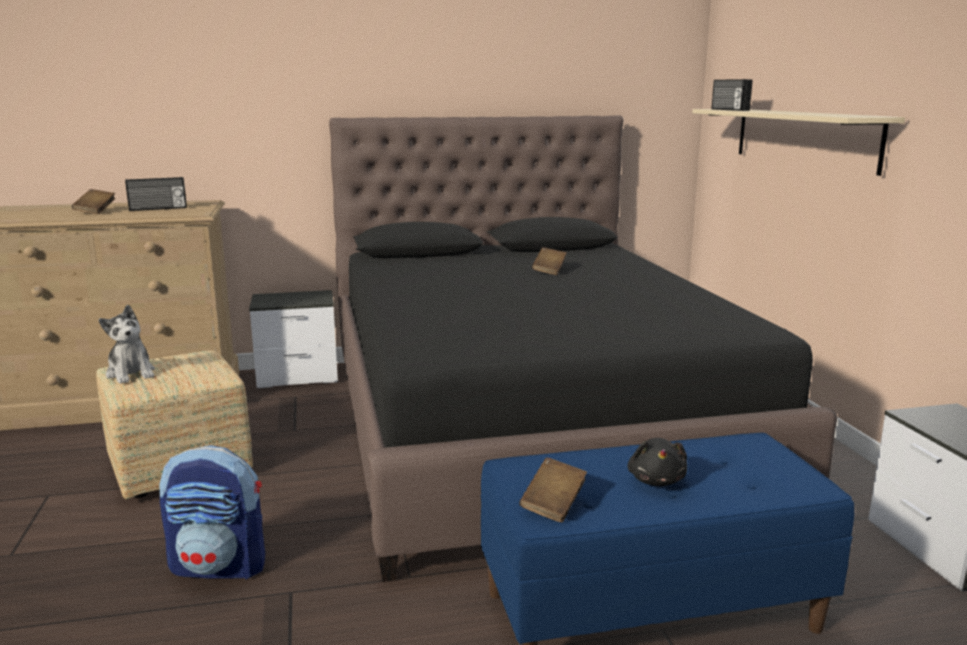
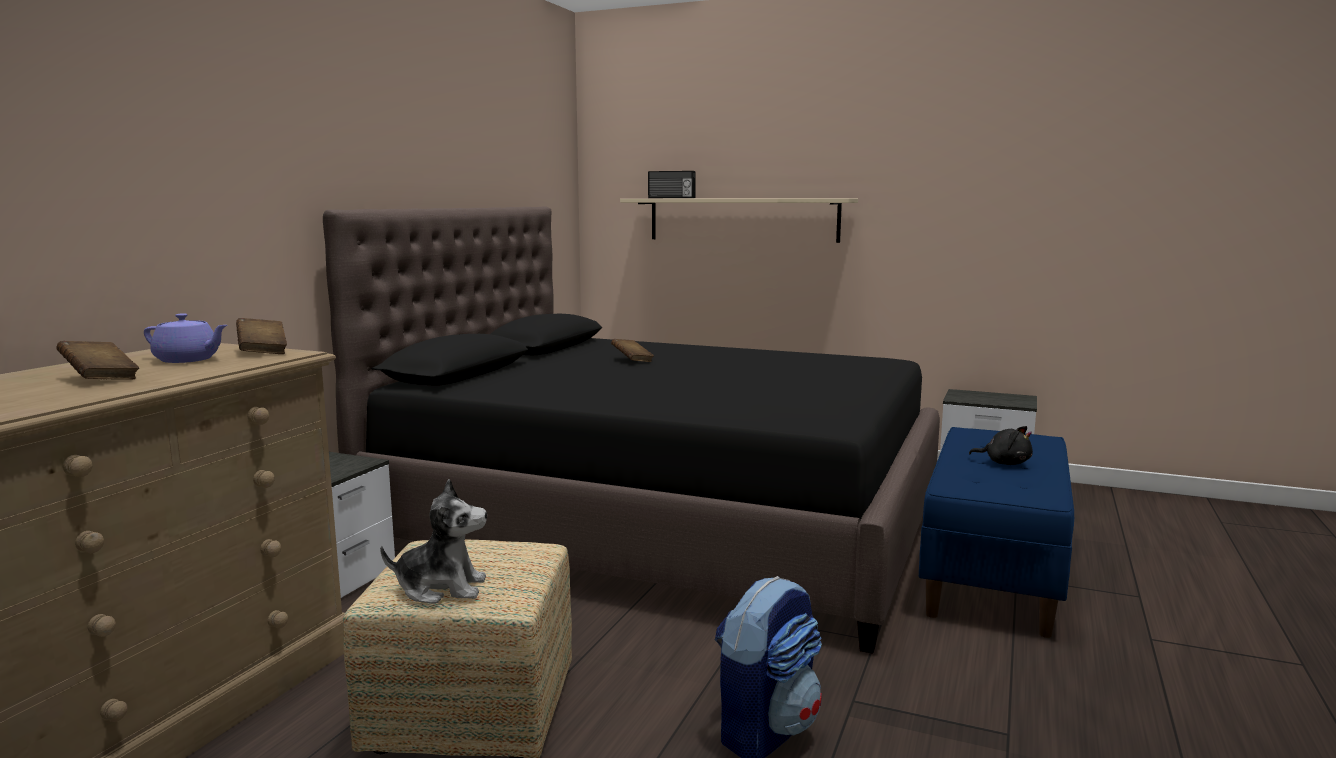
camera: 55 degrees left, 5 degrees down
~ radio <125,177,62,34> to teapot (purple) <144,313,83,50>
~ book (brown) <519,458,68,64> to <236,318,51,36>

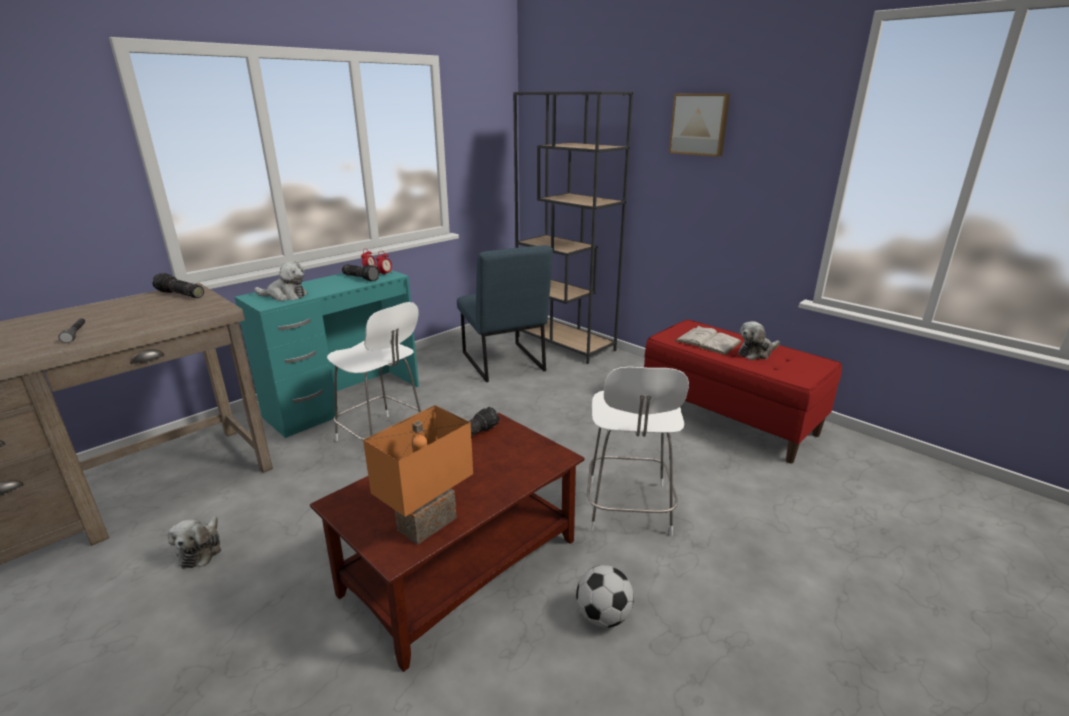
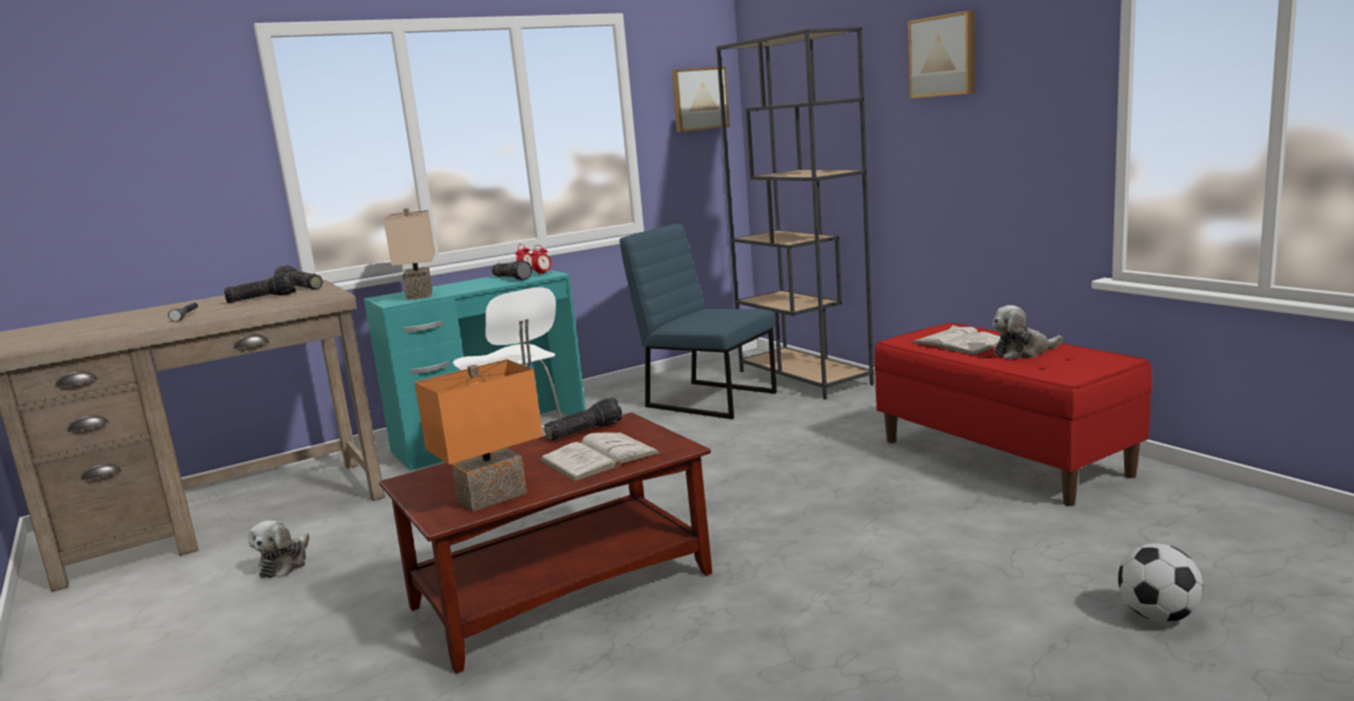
camera: 15 degrees right, 10 degrees down
~ plush toy <255,261,52,40> to table lamp (beige) <384,208,51,92>
~ chair (blue) <457,245,96,137> = <620,224,157,195> 135 degrees clockwise
~ football <576,565,58,63> to <1118,543,85,79>
- chair (white) <587,367,102,169>
+ flashlight <223,272,73,31>
+ book (white) <539,433,122,49>
+ picture <672,66,58,66>

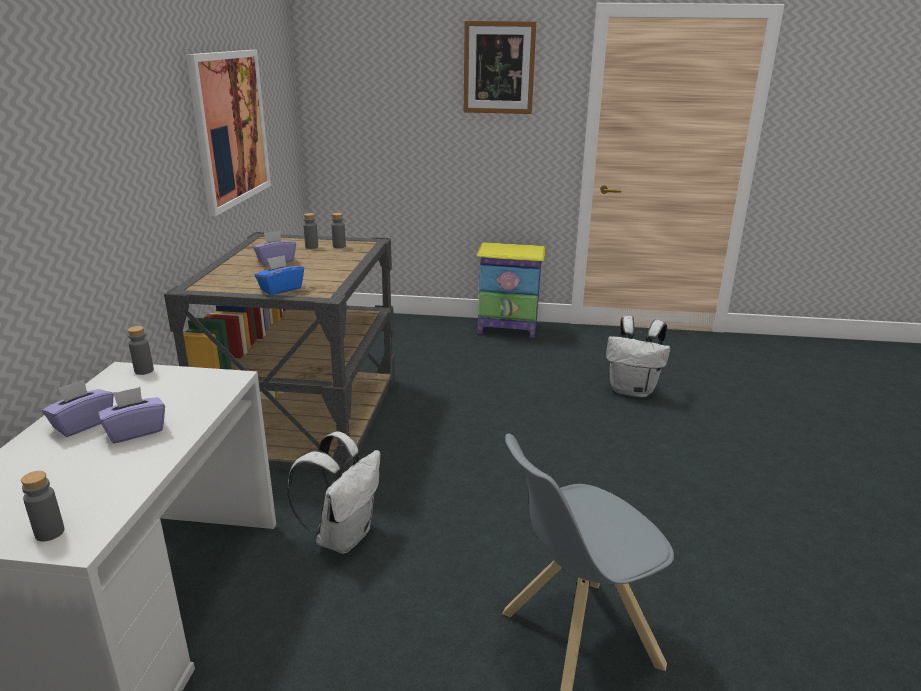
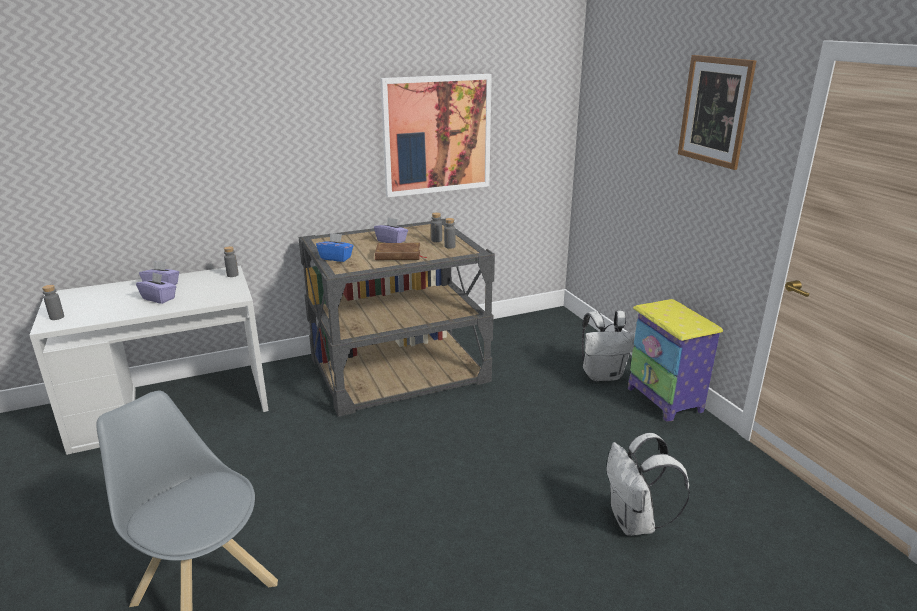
camera: 60 degrees right, 0 degrees up
~ backpack (white) <287,431,93,123> to <582,311,53,70>
+ book (brown) <375,243,52,17>

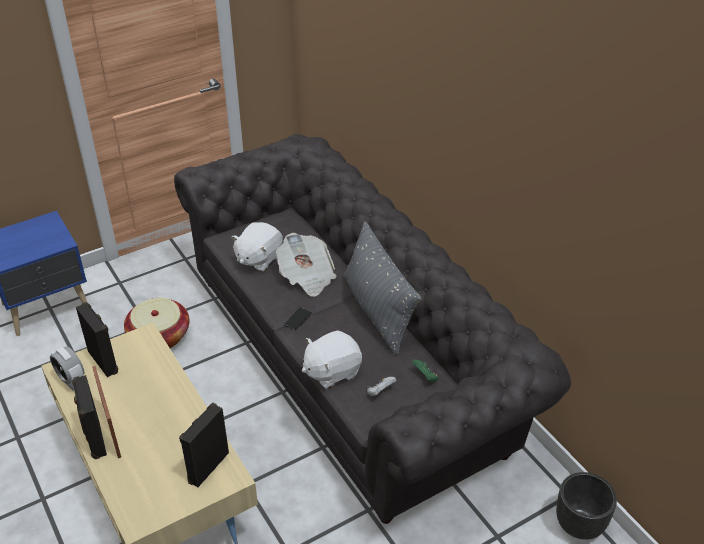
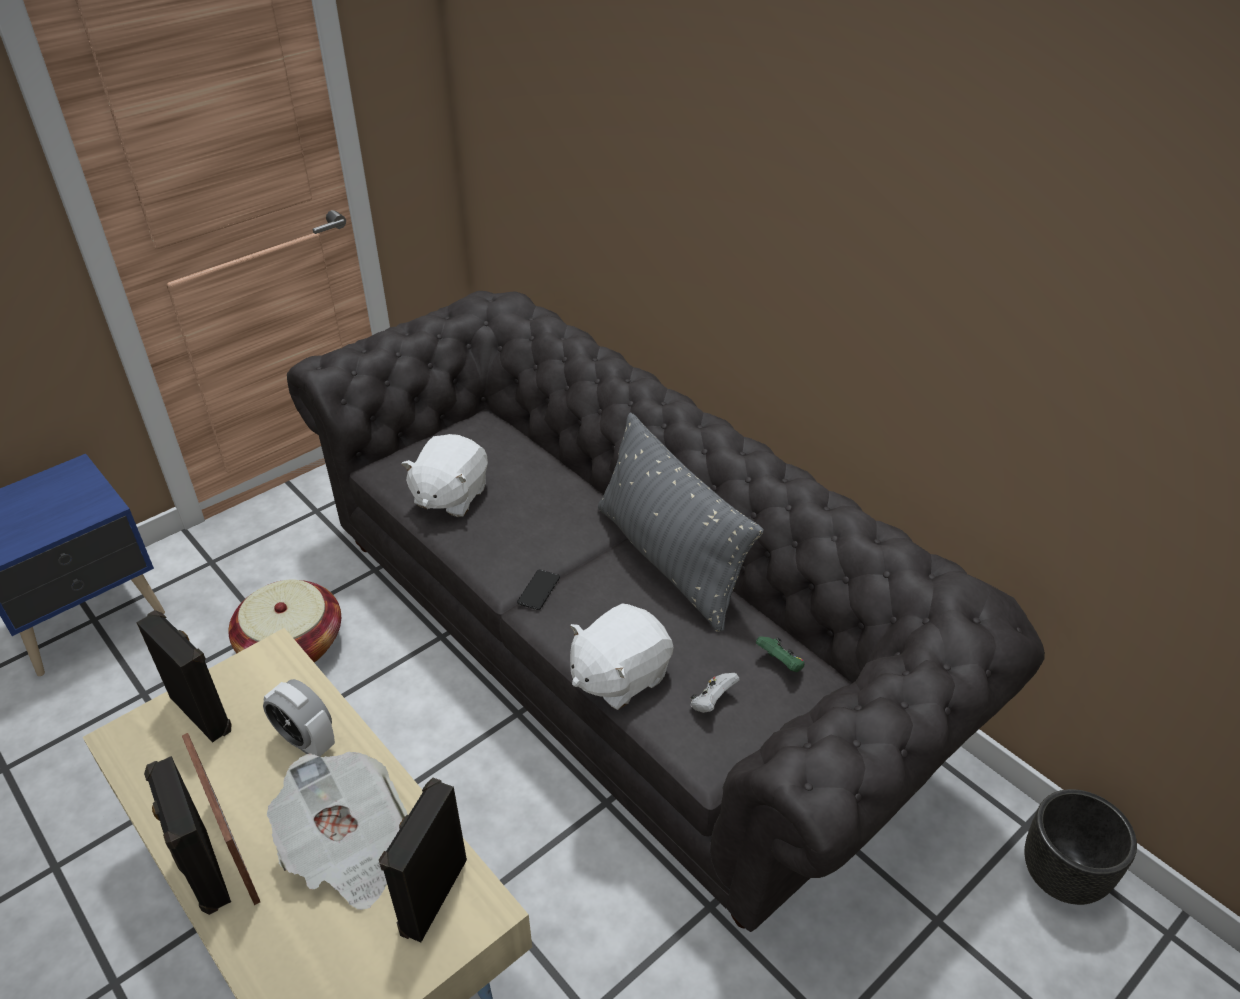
camera: 10 degrees left, 0 degrees up
~ alarm clock <50,346,35,45> to <263,679,72,78>
~ newspaper <276,233,61,64> to <267,752,141,158>

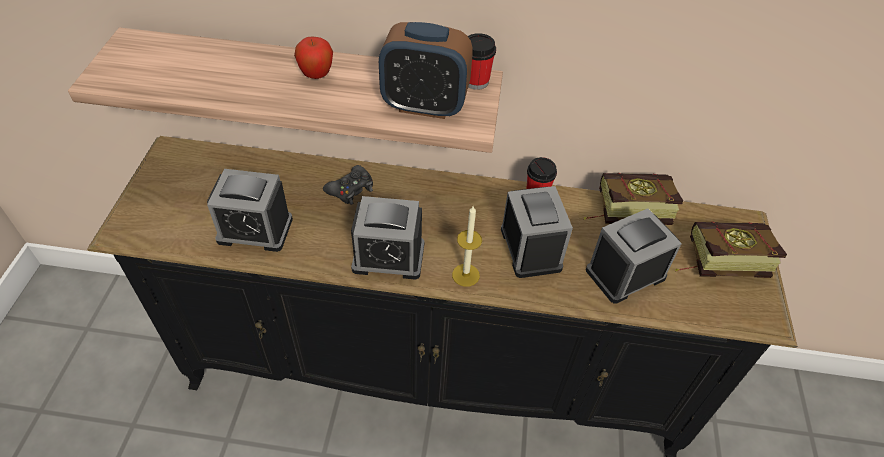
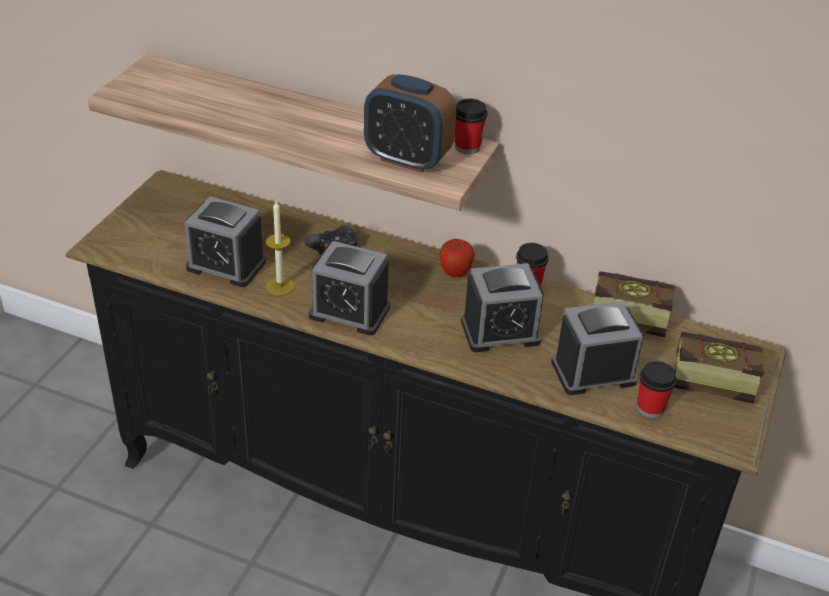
camera: 15 degrees right, 10 degrees down
~ apple <294,36,39,43> to <439,239,36,38>
~ candle <452,206,30,81> to <266,201,28,94>
~ alarm clock <501,186,72,92> = <461,263,83,89> 75 degrees clockwise
+ cup <637,361,40,57>

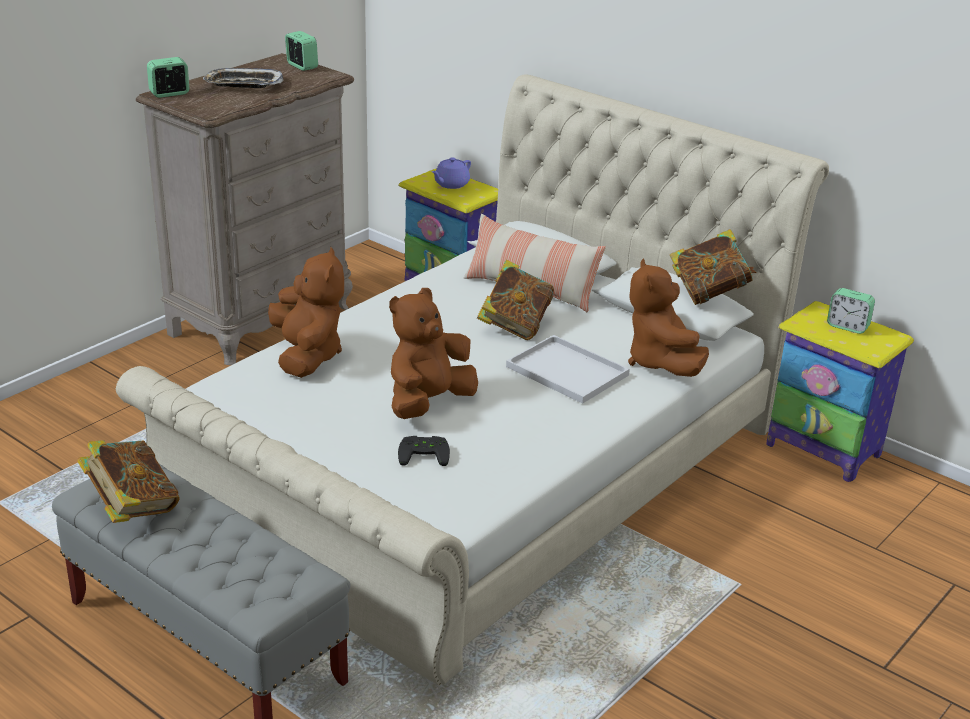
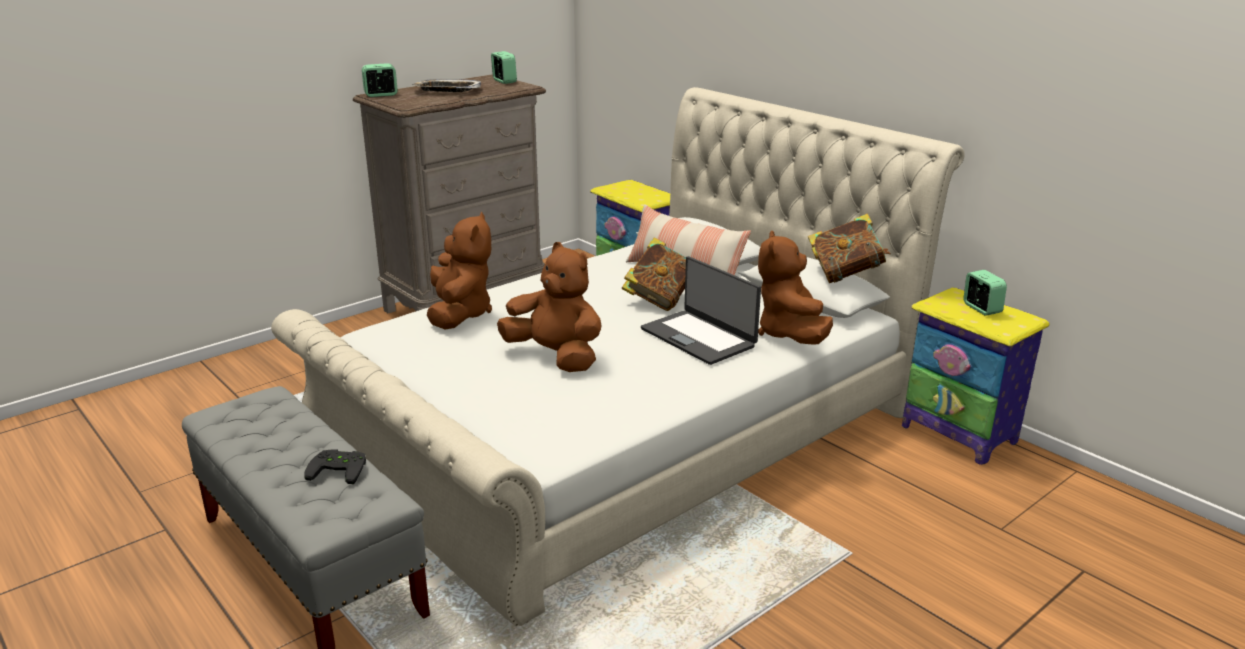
camera: 10 degrees right, 5 degrees down
- book <77,440,103,83>
~ plush toy (brown) <389,288,89,131> = <497,242,105,130> 75 degrees clockwise
~ game controller (black) <398,436,52,30> to <304,450,62,34>
- teapot (purple) <432,157,39,32>
~ tray (white) <506,335,124,69> to laptop <641,256,120,109>
~ alarm clock <827,288,48,46> = <963,270,44,46> 150 degrees counterclockwise

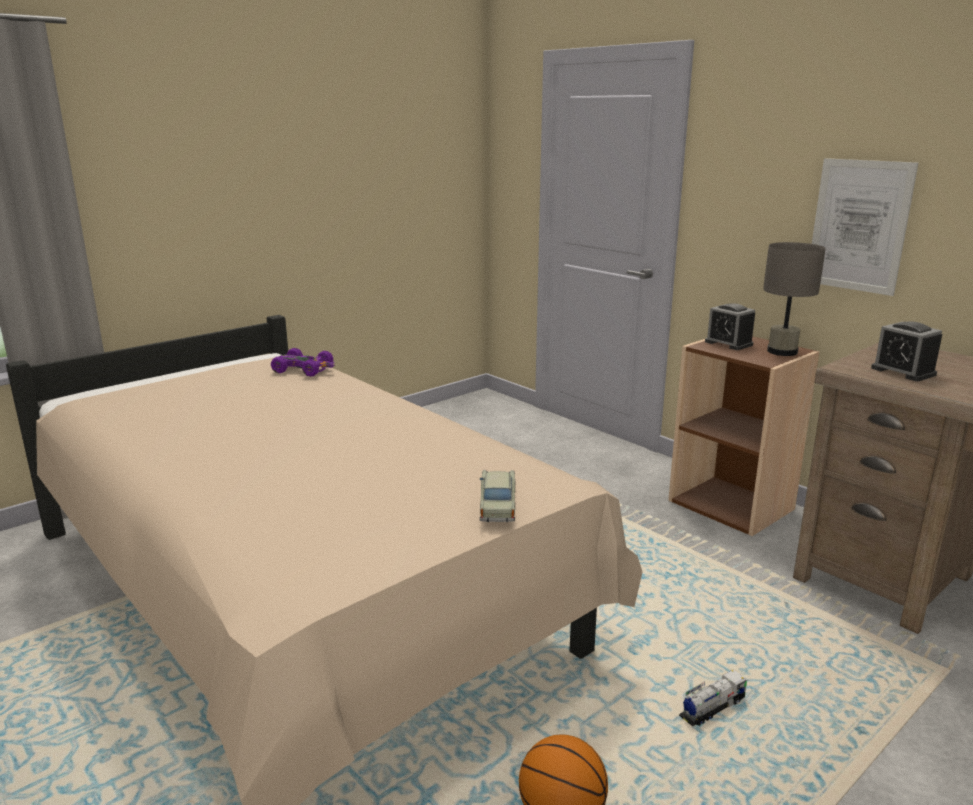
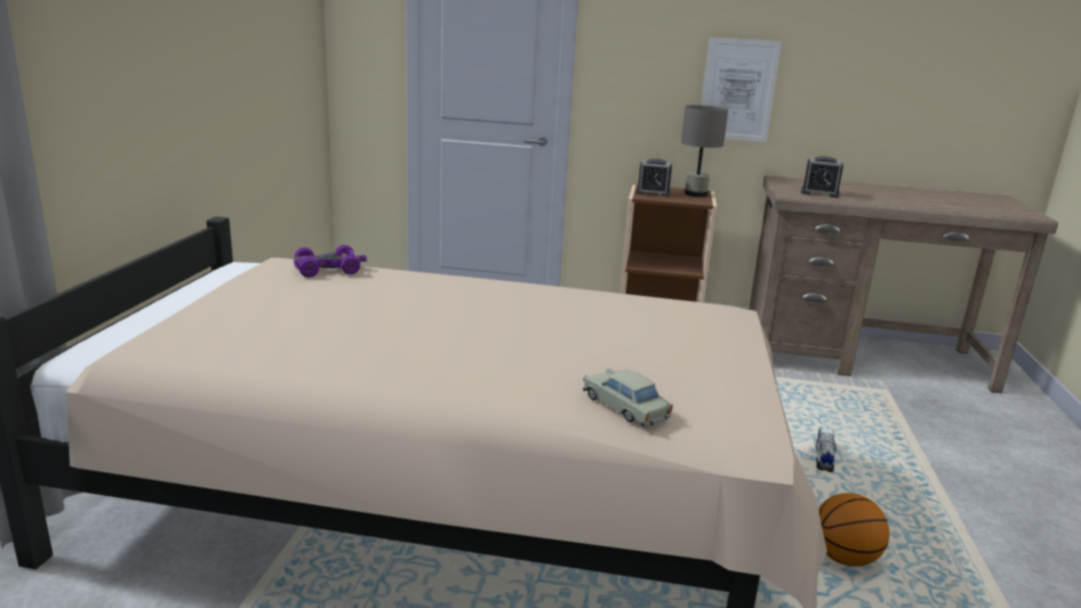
camera: 40 degrees left, 0 degrees up
~ toy car (beige) <480,470,36,52> to <583,368,90,59>

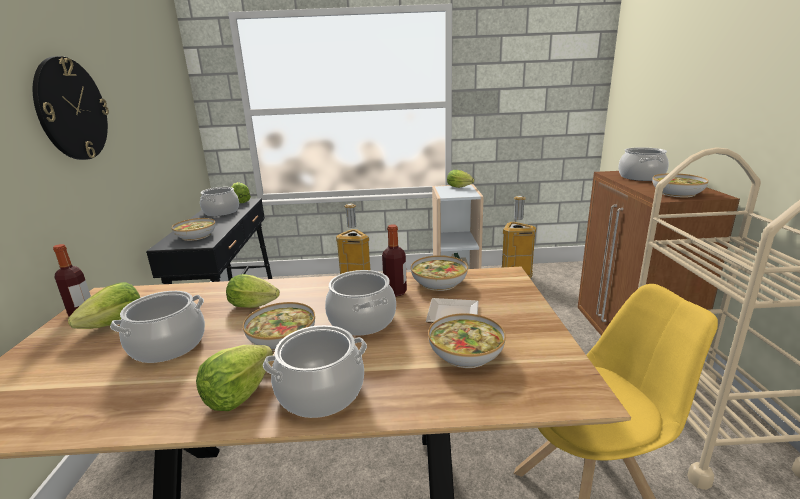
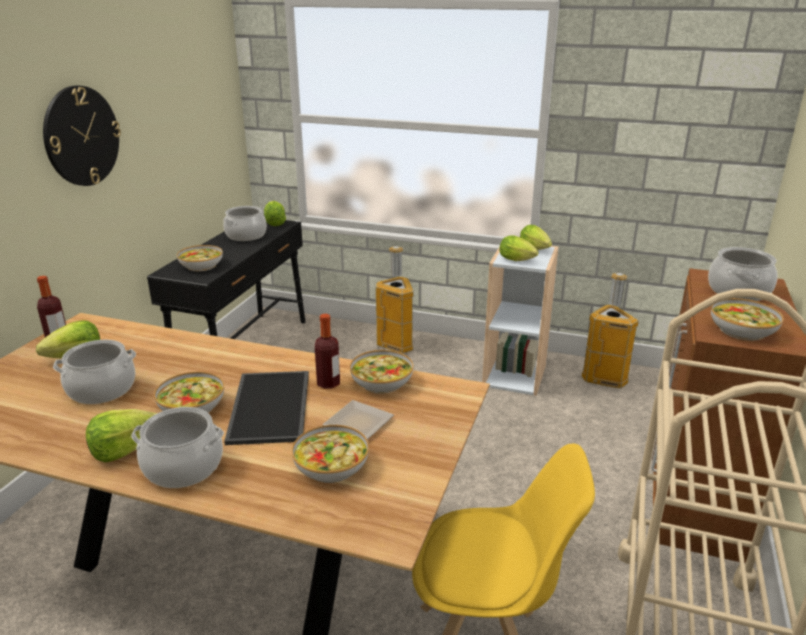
camera: 20 degrees right, 5 degrees up
~ lettuce <226,274,54,34> to <499,235,40,26>
~ cooking pot <325,270,71,65> to tray <224,371,85,74>

